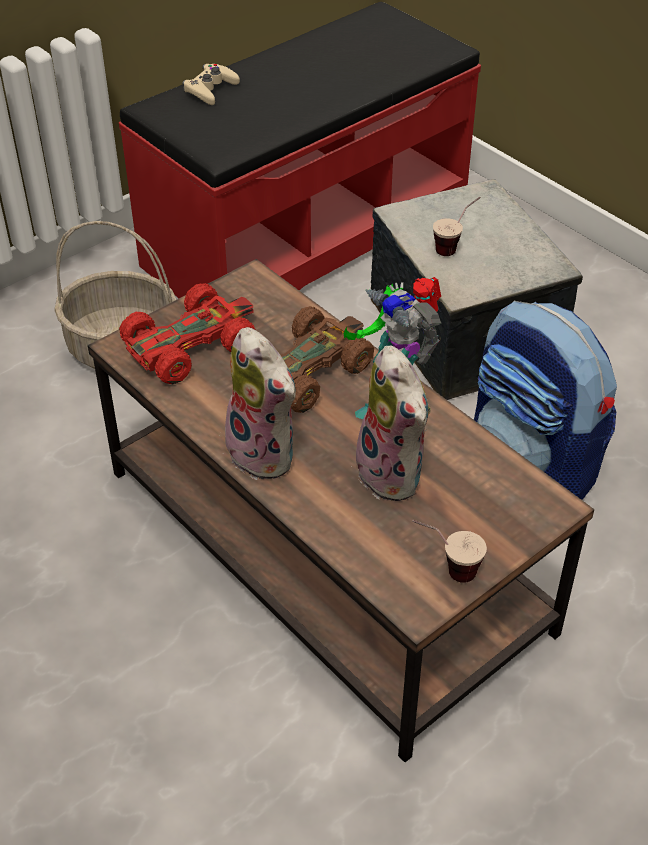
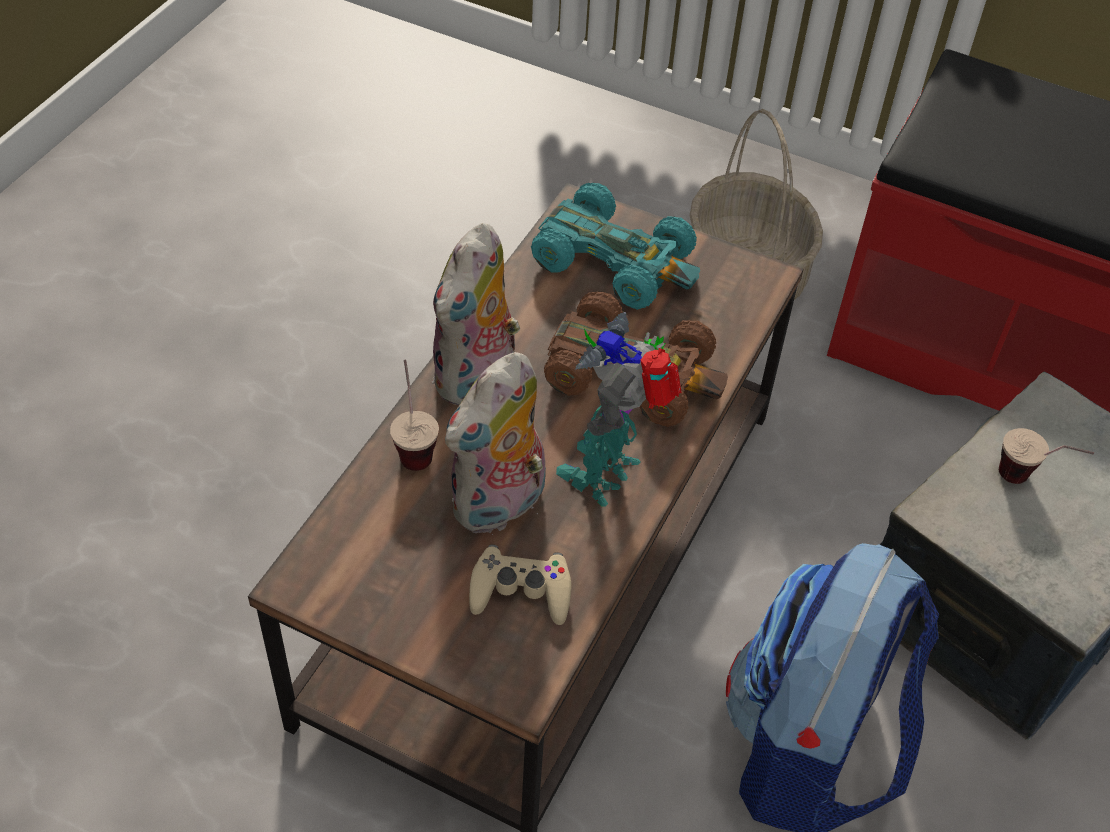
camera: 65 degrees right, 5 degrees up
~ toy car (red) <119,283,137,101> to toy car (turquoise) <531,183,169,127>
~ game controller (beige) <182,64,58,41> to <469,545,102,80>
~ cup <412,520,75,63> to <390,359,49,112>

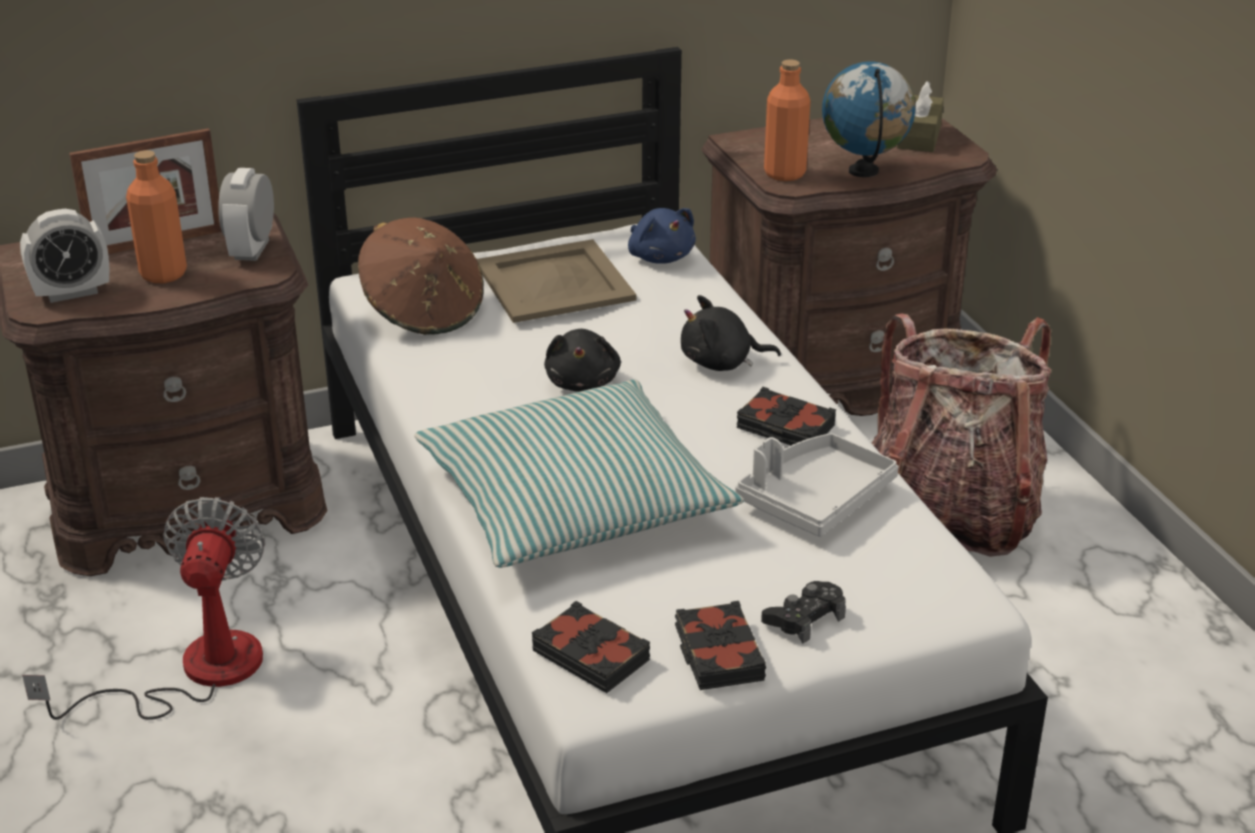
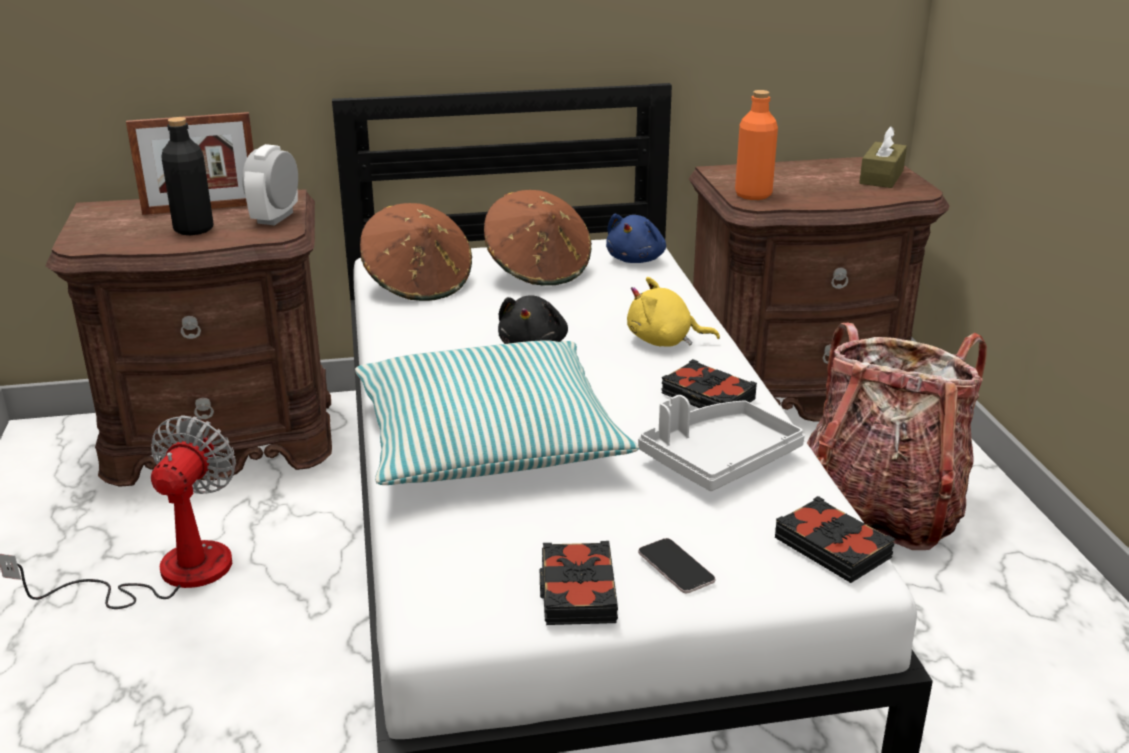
camera: 10 degrees right, 5 degrees down
- alarm clock <20,209,89,94>
~ bottle (orange) <126,150,61,133> to bottle (black) <161,117,53,118>
~ tray (beige) <477,239,159,84> to hat (brown) <484,190,108,96>
~ book (black) <532,601,118,92> to <775,496,120,87>
~ plush toy (blue) <628,208,68,56> = <606,214,60,49> 45 degrees clockwise
~ plush toy (black) <681,295,100,76> to plush toy (yellow) <627,277,93,70>
~ game controller (black) <761,581,85,62> to phone <638,538,78,55>
- globe <822,61,94,116>

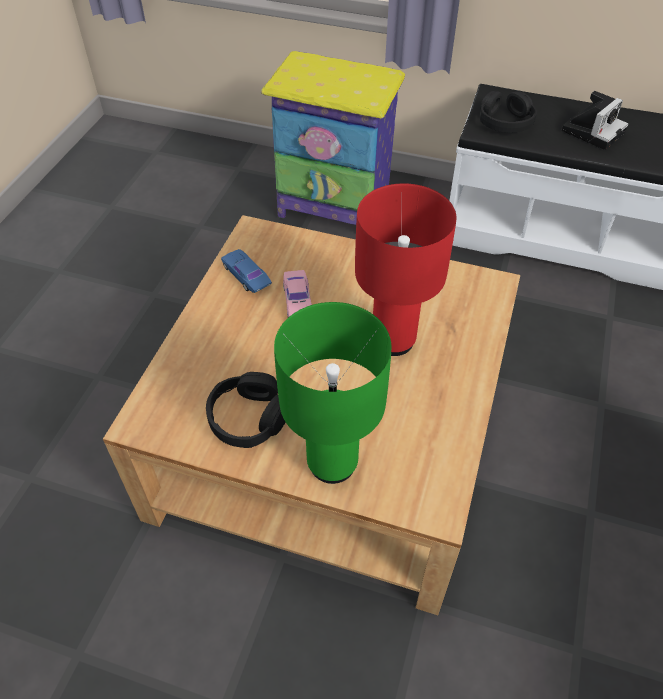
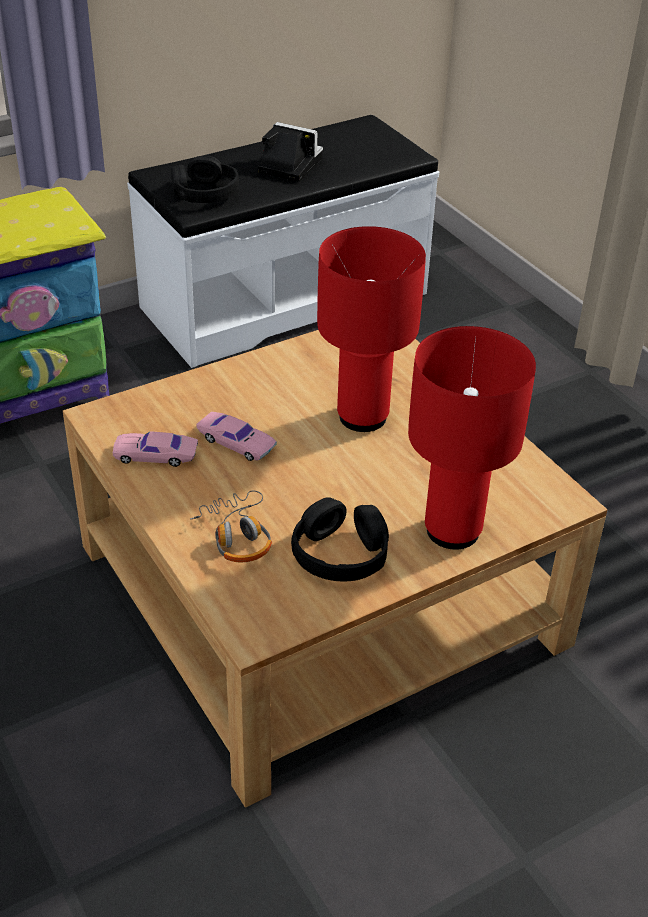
camera: 50 degrees left, 10 degrees down
~ toy car (blue) <221,249,51,44> to toy car (pink) <113,431,85,36>
~ table lamp (green) <274,302,117,182> to table lamp (red) <408,326,128,224>
~ photo camera <562,91,66,59> = <258,122,65,60> 60 degrees counterclockwise
+ headphones <190,491,82,71>

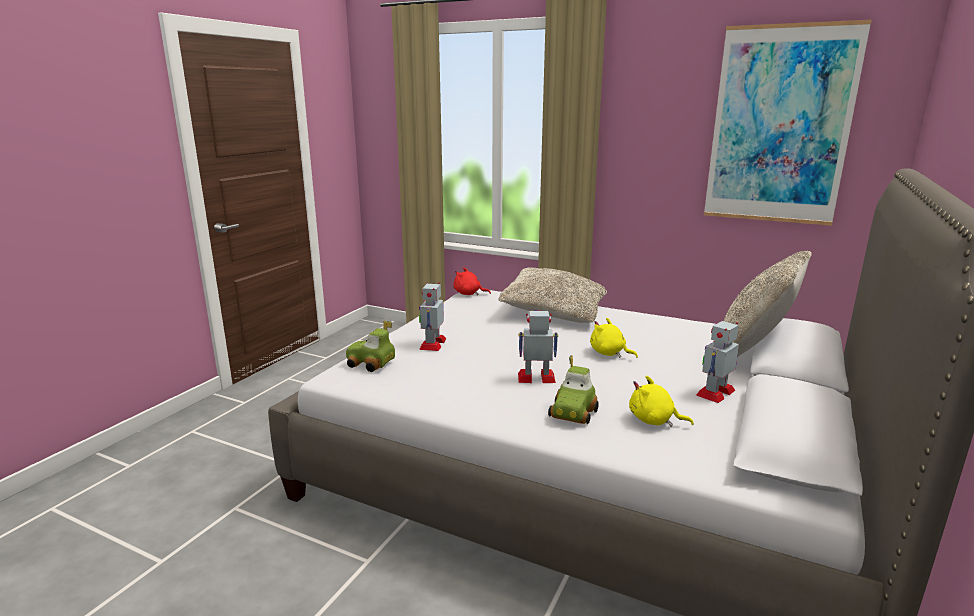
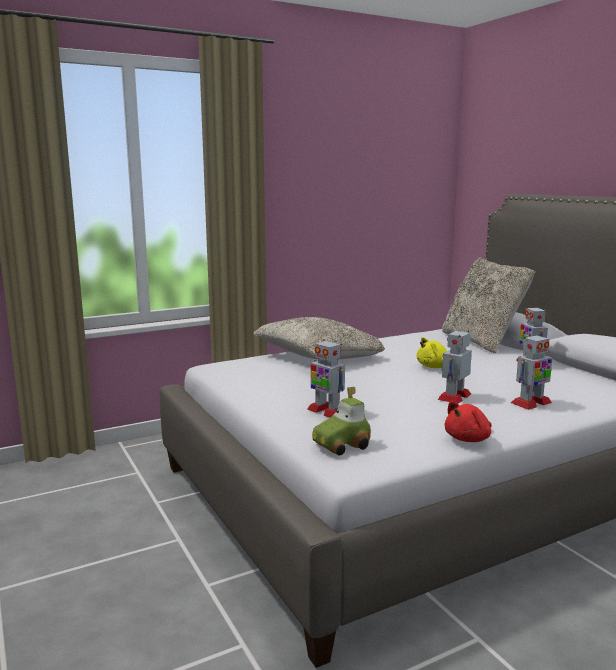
camera: 55 degrees left, 5 degrees down
~ plush toy (red) <453,267,38,28> to <445,401,47,41>
~ toy car <548,355,51,69> to toy robot <511,334,41,76>
- plush toy (yellow) <629,376,65,51>
- picture <704,20,168,206>

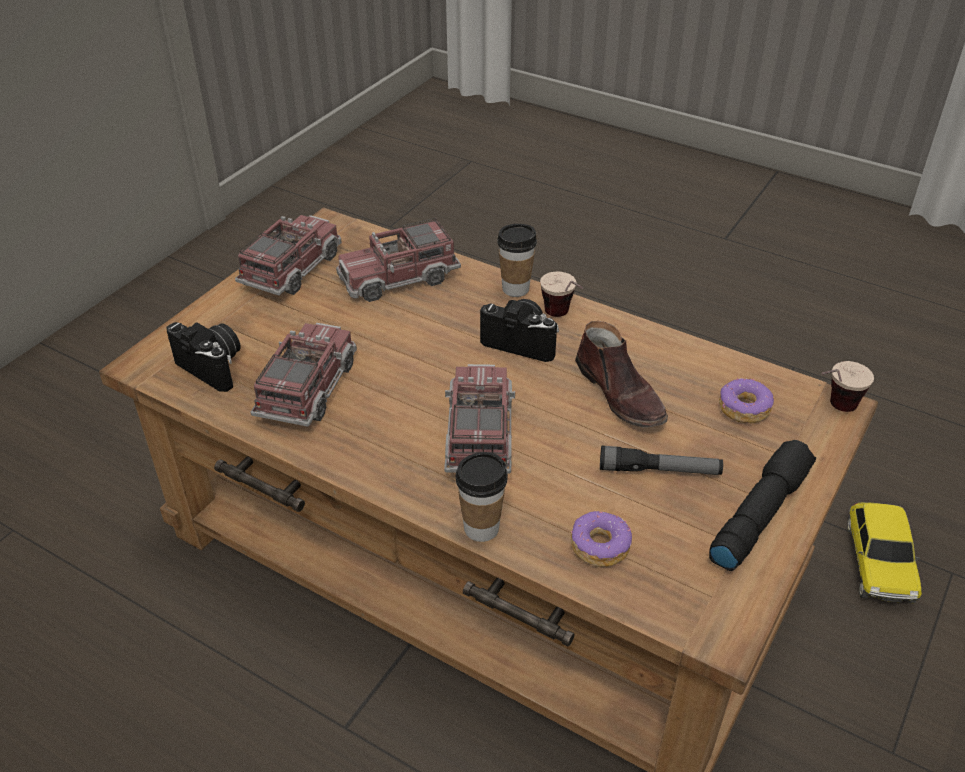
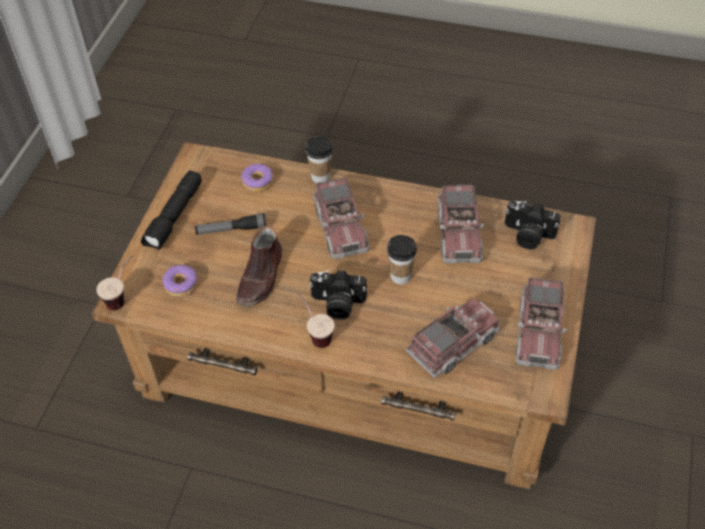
camera: 165 degrees right, 10 degrees up
~ cup <497,224,40,73> to <387,235,30,49>
~ shoe (brown) <575,321,93,106> = <236,225,46,81> 120 degrees counterclockwise
- toy car <847,502,75,101>

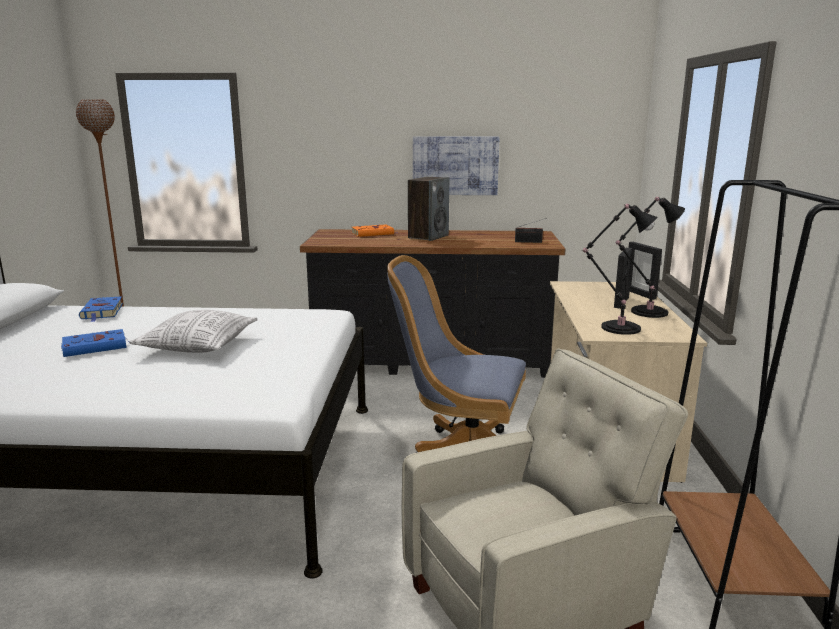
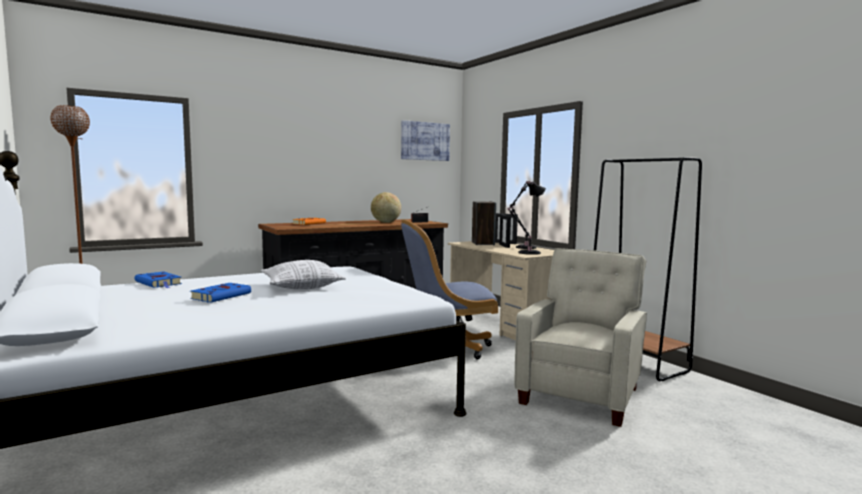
camera: 35 degrees left, 10 degrees down
~ speaker <408,177,41,64> to <472,201,24,44>
~ picture <413,136,86,59> to <401,120,49,41>
+ globe <371,192,30,31>

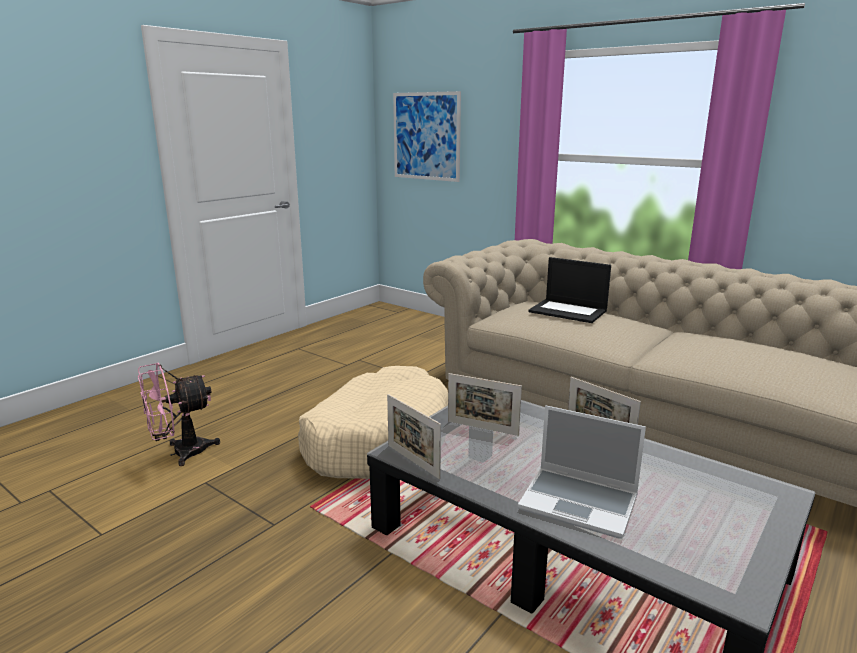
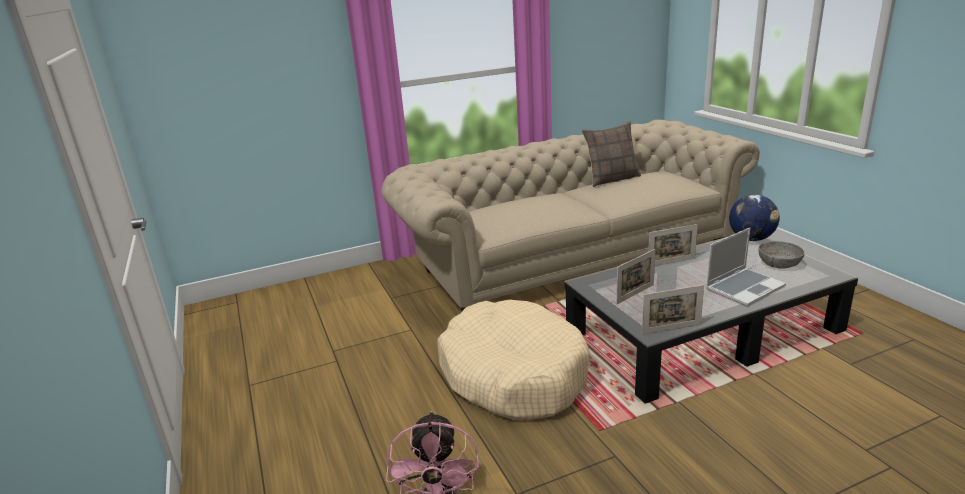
camera: 60 degrees left, 5 degrees up
- picture <393,91,68,91>
- laptop <529,257,82,66>
+ pillow <582,121,59,66>
+ globe <729,195,51,46>
+ bowl (grey) <758,241,47,28>

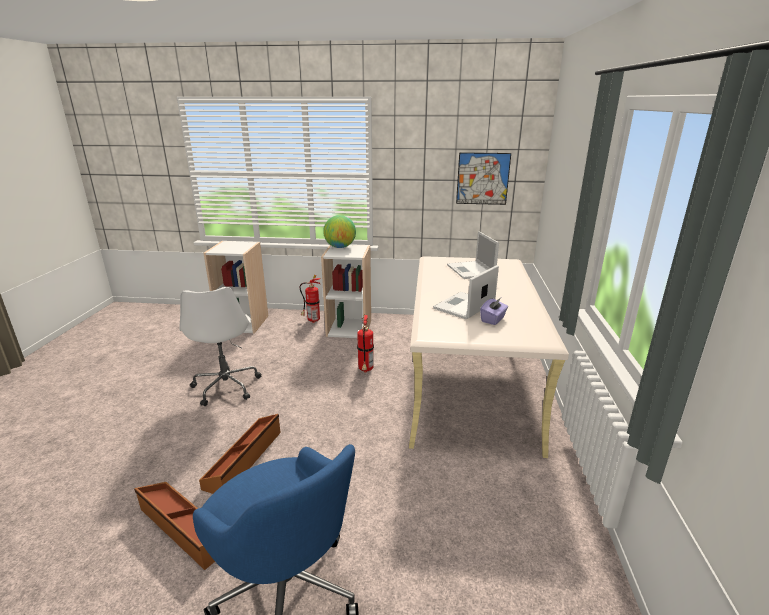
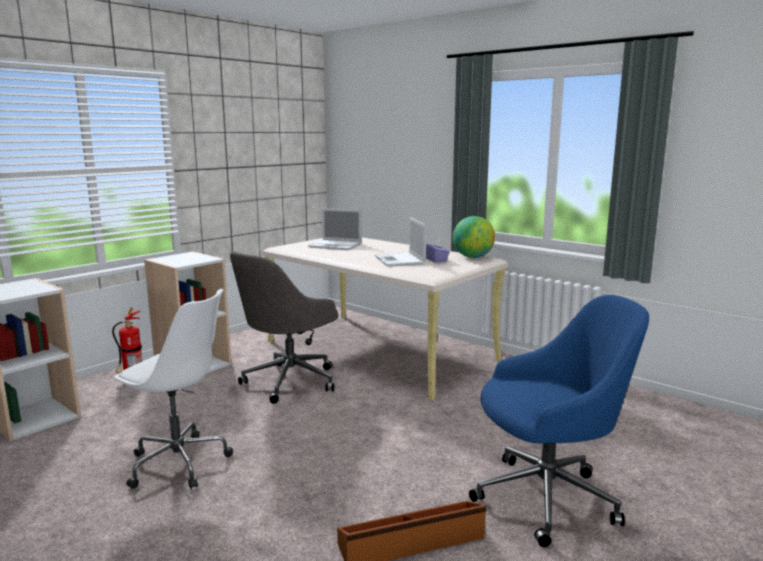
camera: 55 degrees left, 10 degrees down
- storage box (brown) <199,414,82,80>
~ globe <323,215,33,33> to <453,216,42,42>
~ fire extinguisher <357,315,17,57> to office chair (grey) <230,252,108,152>
- picture <456,152,55,53>

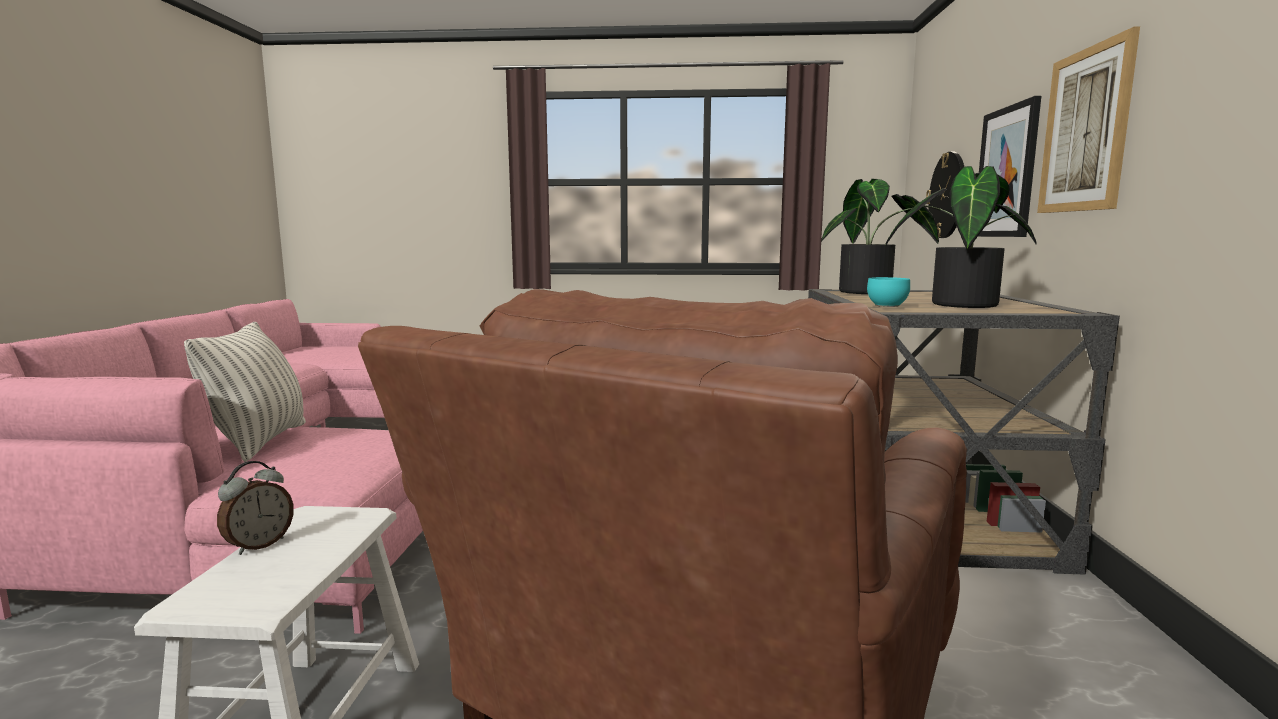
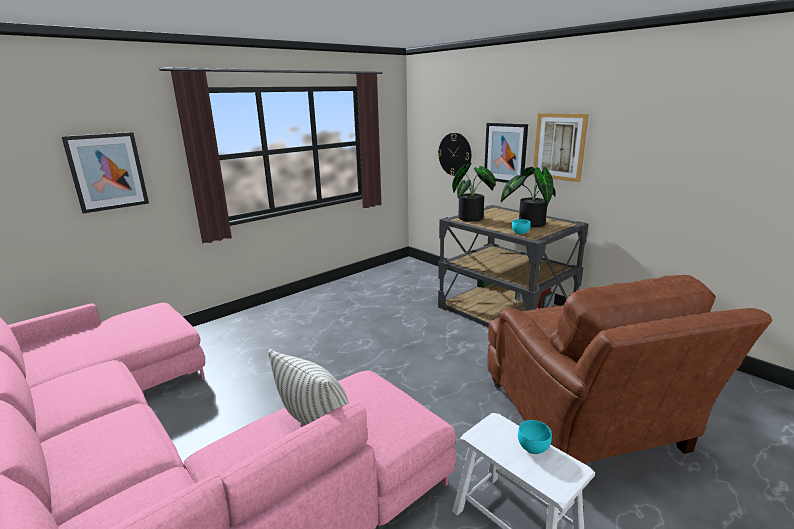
camera: 45 degrees left, 10 degrees up
- alarm clock <217,461,77,94>
+ picture <61,132,88,81>
+ bowl (turquoise) <518,420,34,34>

